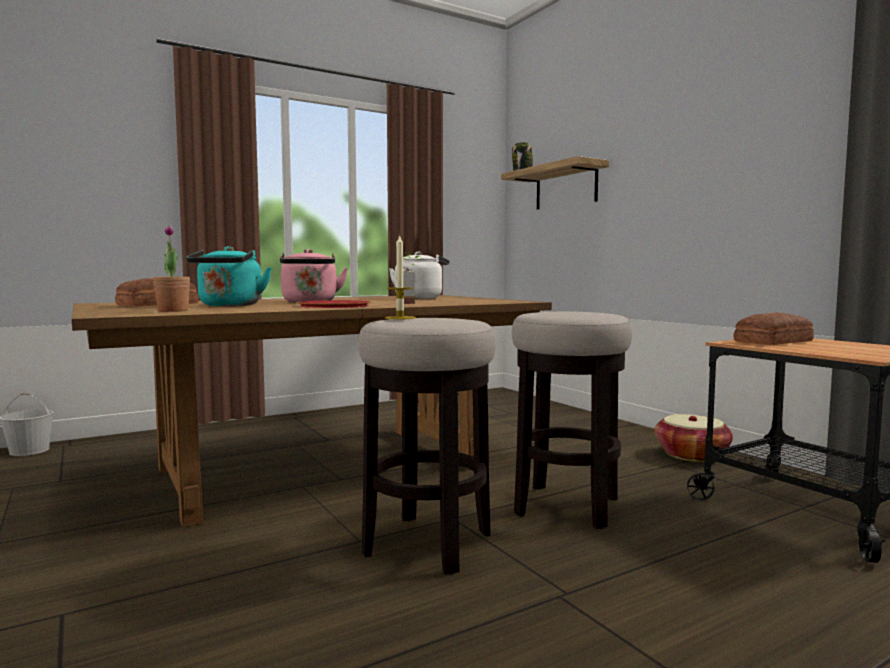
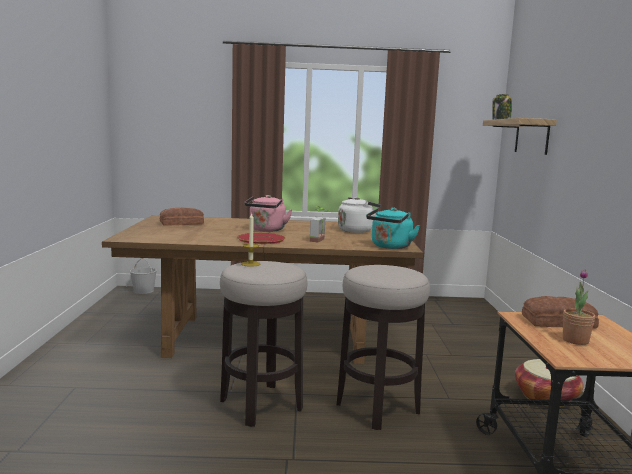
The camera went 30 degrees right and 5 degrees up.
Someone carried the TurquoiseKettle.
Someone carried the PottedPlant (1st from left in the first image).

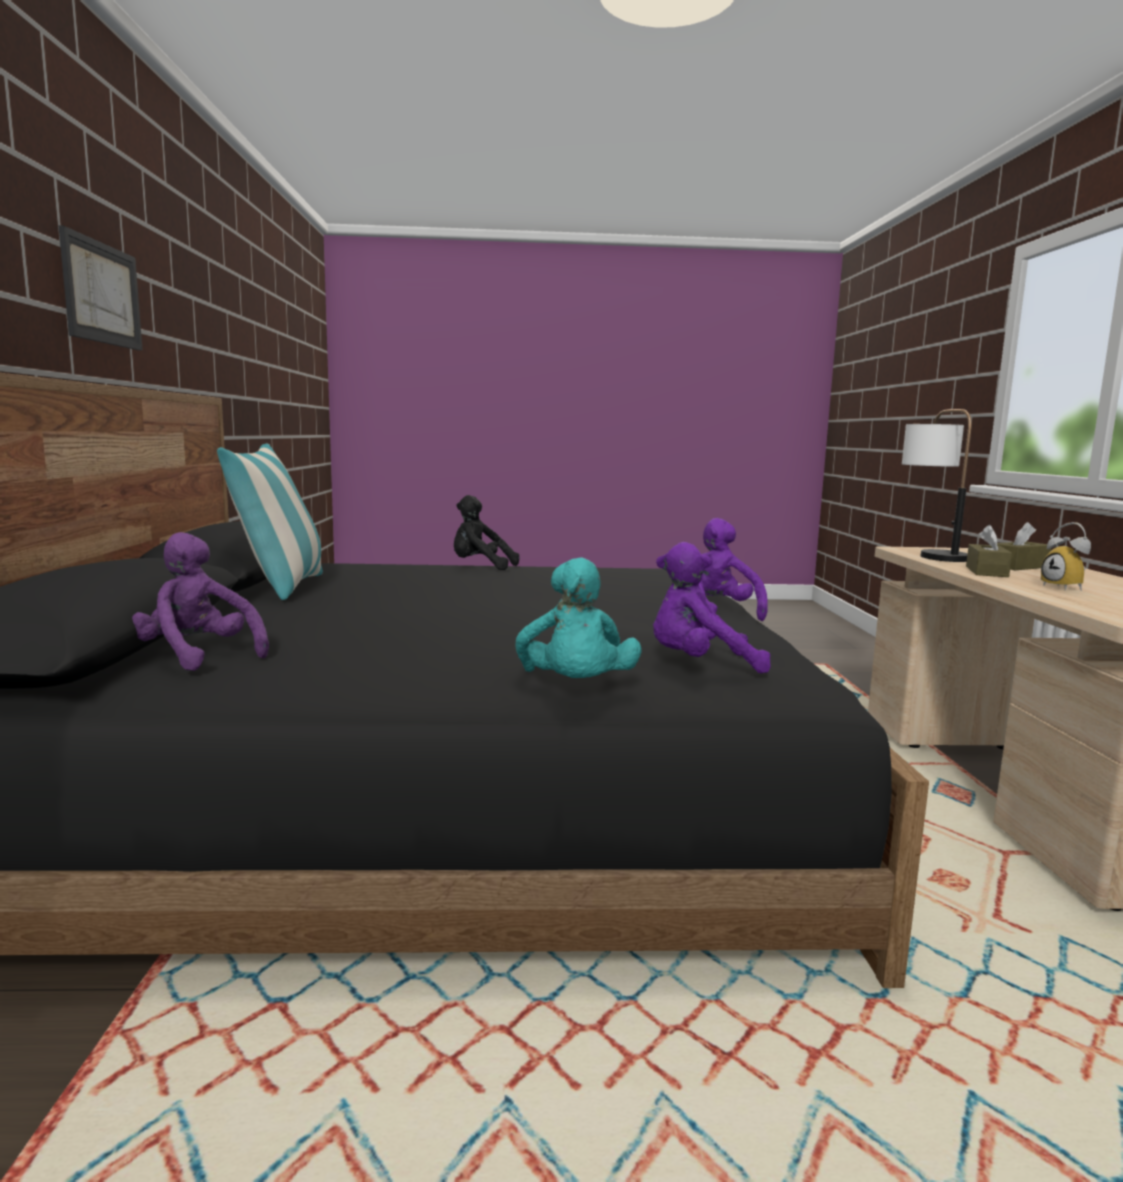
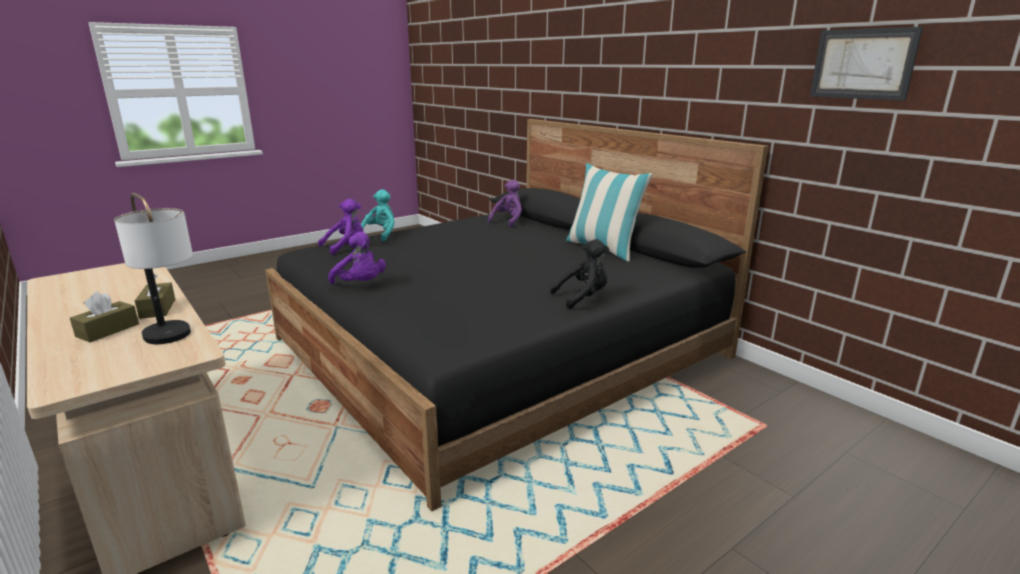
The camera went 145 degrees right and 10 degrees up.
Someone rotated the TurquoisePlushToy by 60 degrees clockwise.
Someone rotated the PurplePlushToy (1st from left in the first image) by 60 degrees counterclockwise.
Someone carried the Picture.
Someone took away the AlarmClock.

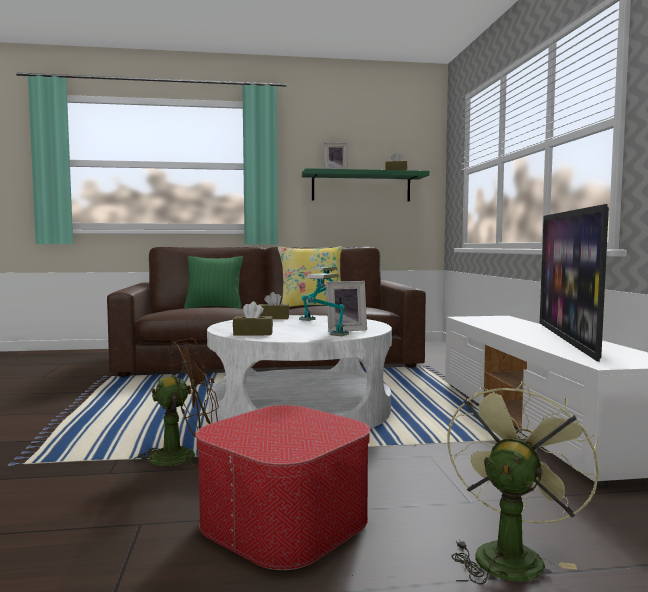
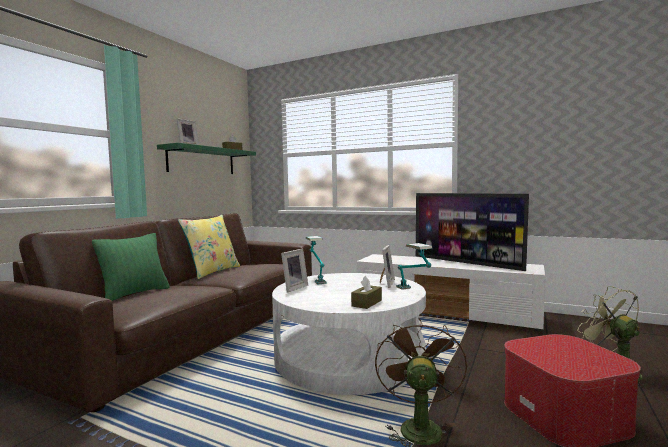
The camera went 55 degrees left and 0 degrees up.
Someone swapped the BrownTissueBox (2nd from left) for the PictureFrame (2nd from left).

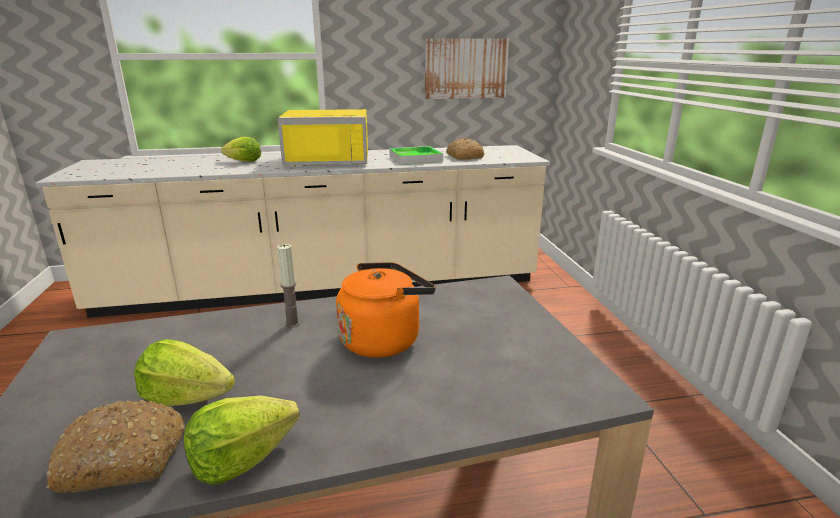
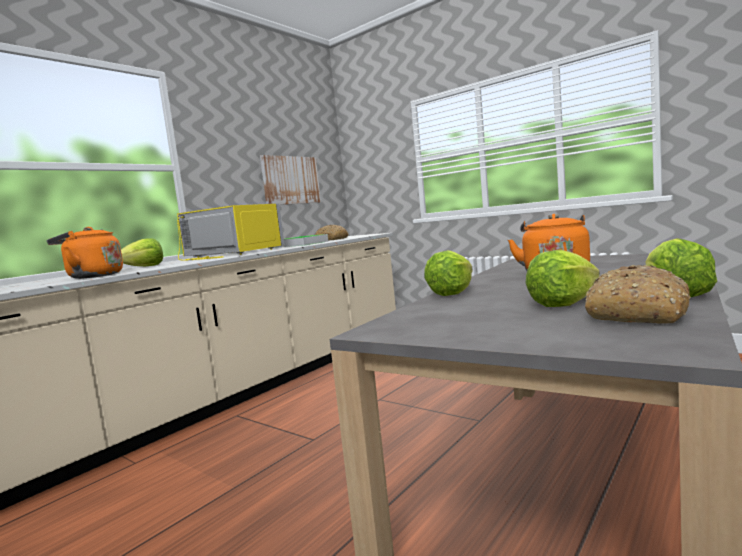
The camera went 40 degrees left and 15 degrees down.
Someone put down the OrangeKettle (1st from left).
Someone rotated the YellowMicrowave by 105 degrees counterclockwise.
Someone put down the Lettuce (2nd from left).
Someone took away the Candle.

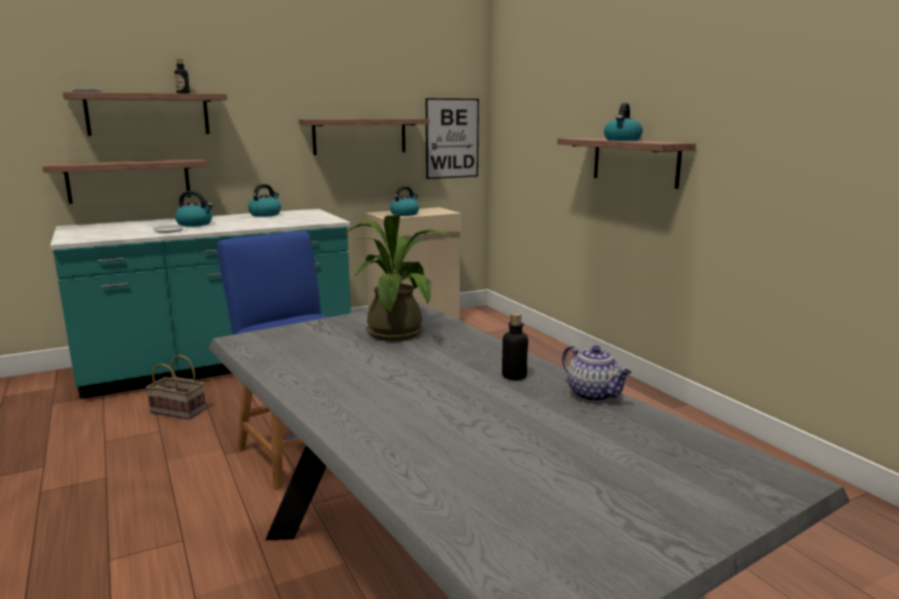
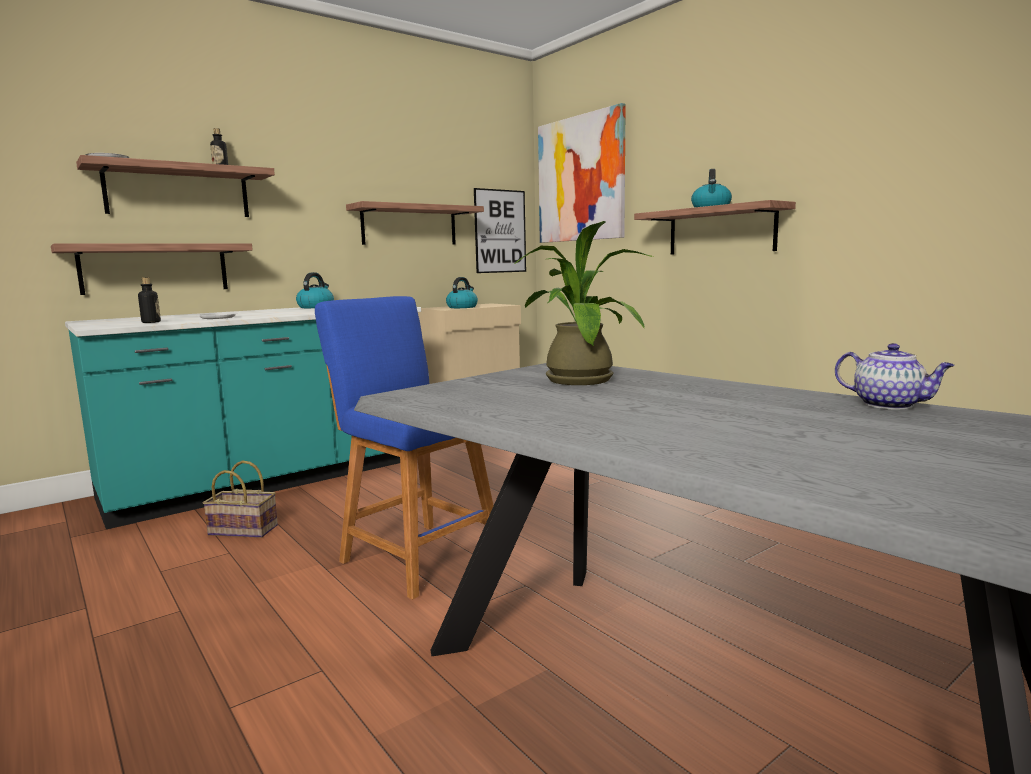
The camera went 10 degrees left and 5 degrees down.
Someone carried the Bottle (2nd from left in the first image).
Someone put up the Picture (2nd from left).
Someone took away the Kettle (1st from left).

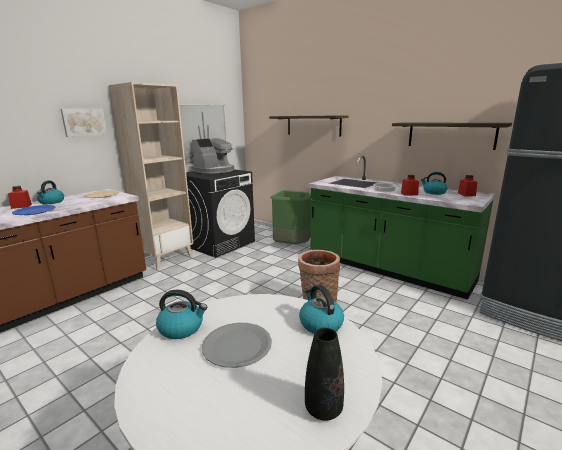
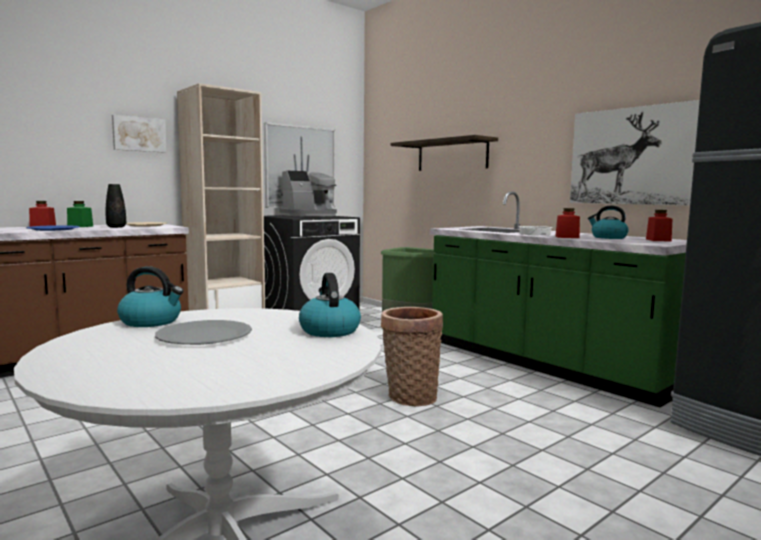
The camera went 10 degrees right and 10 degrees down.
Someone swapped the Kettle (1st from left) for the GreenJar.
Someone carried the BlackVase.
Someone swapped the Shelf (2nd from left) for the Picture (3rd from left).

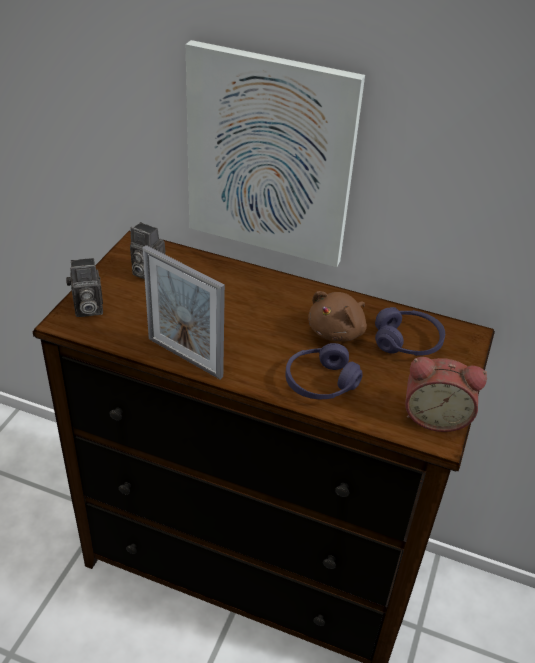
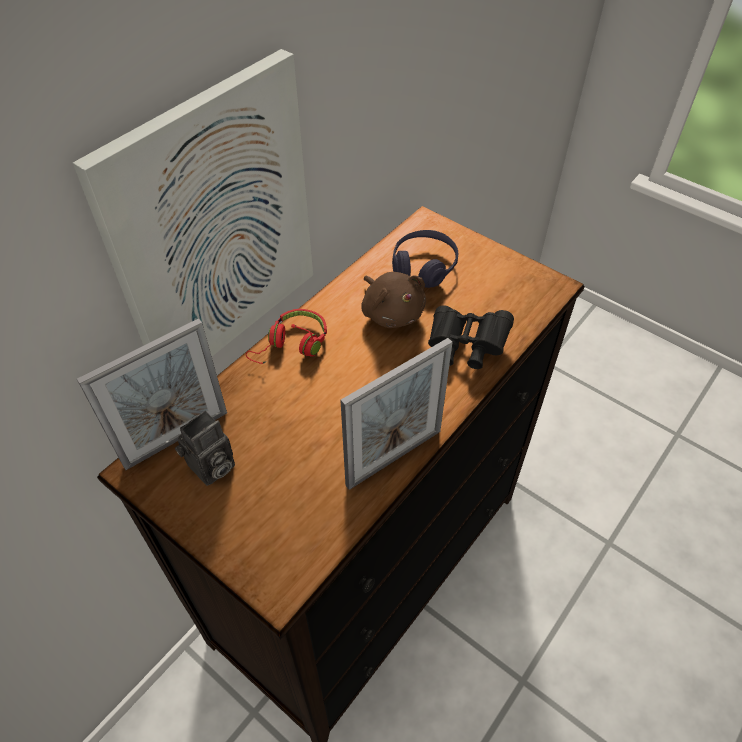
The camera went 70 degrees left and 10 degrees up.
Someone put down the PictureFrame (1st from left).
Someone put down the RedHeadphones.
Someone swapped the PurpleHeadphones (1st from left) for the BlackBinoculars.
Someone took away the PhotoCamera (1st from left).
Someone took away the AlarmClock.

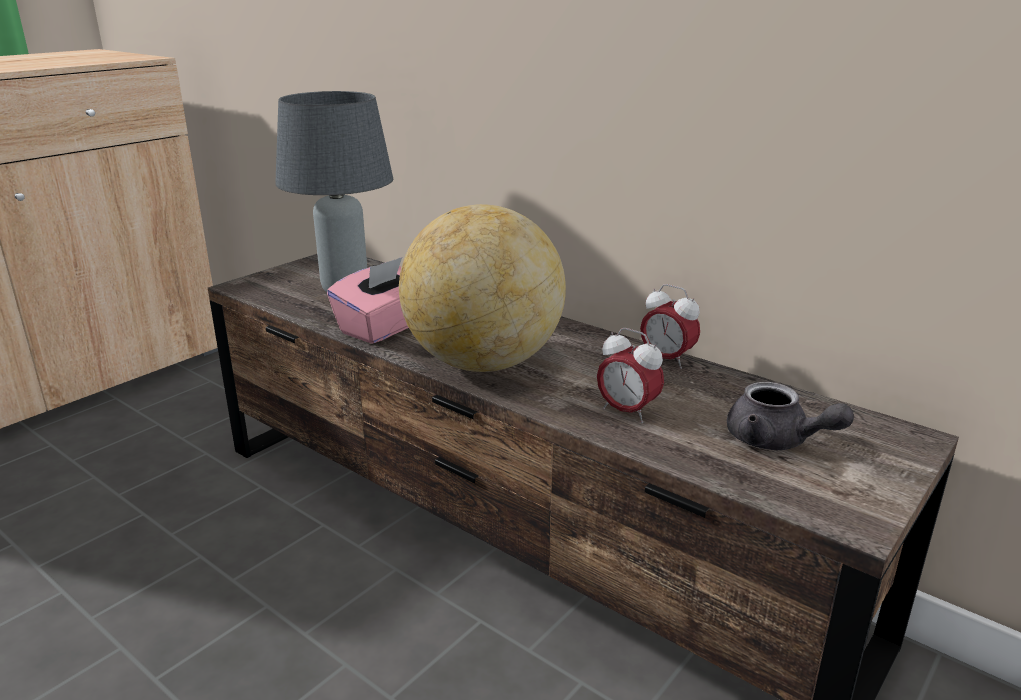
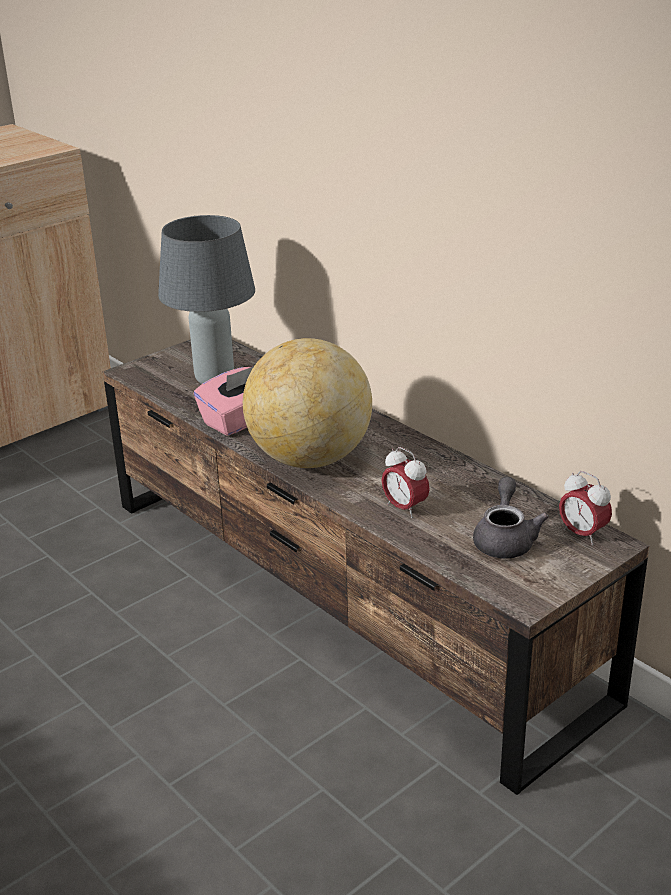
The camera went 10 degrees right and 5 degrees up.
Someone rotated the GreyTeapot by 135 degrees counterclockwise.
Someone carried the AlarmClock (2nd from left).

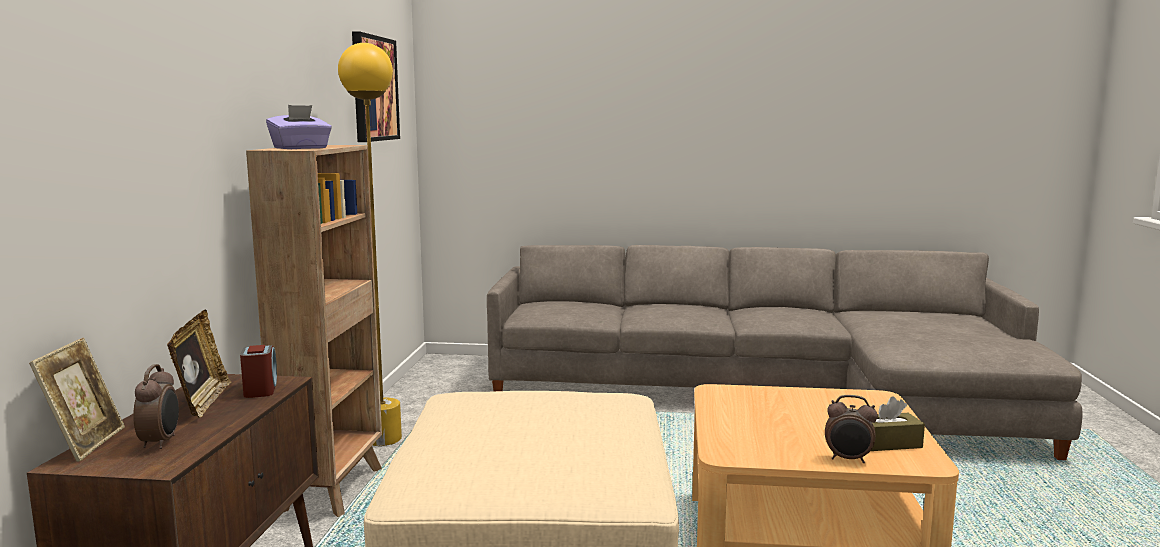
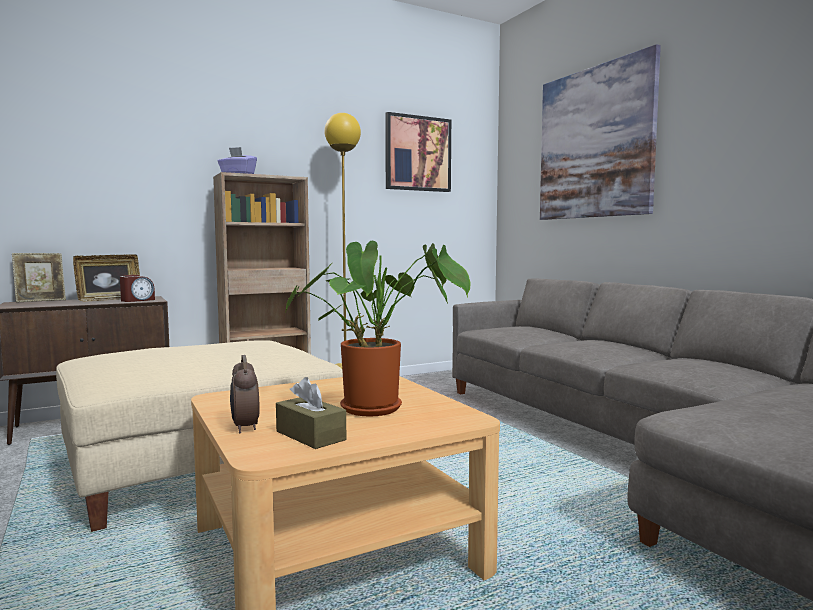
The camera went 55 degrees right and 5 degrees down.
Someone put down the PottedPlant.
Someone put up the Picture (2nd from left).
Someone took away the AlarmClock (1st from left).

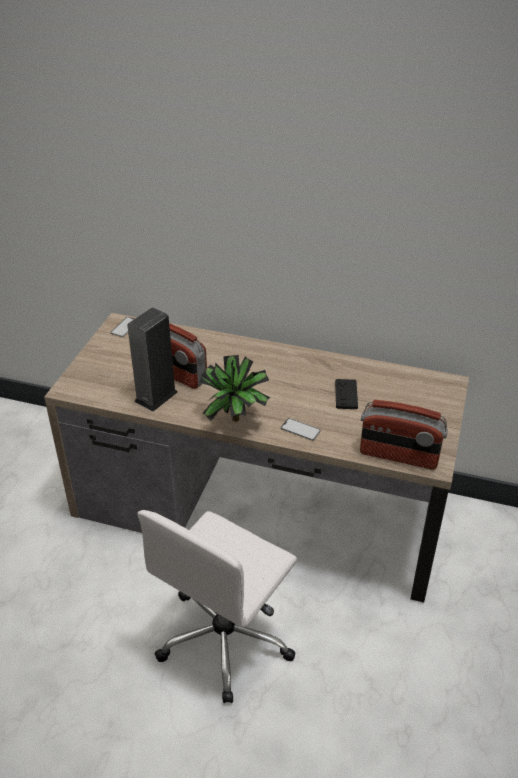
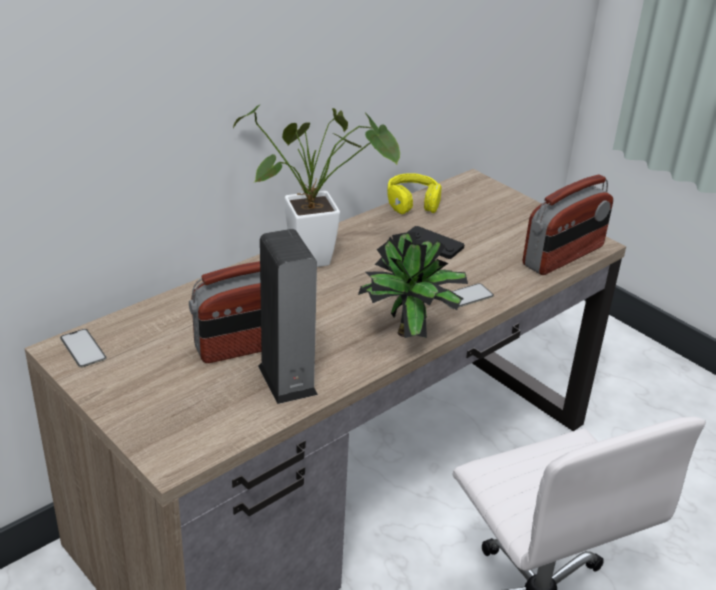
The camera went 60 degrees left and 5 degrees down.
Someone put down the PottedPlant (1st from left).
Someone put down the YellowHeadphones.

